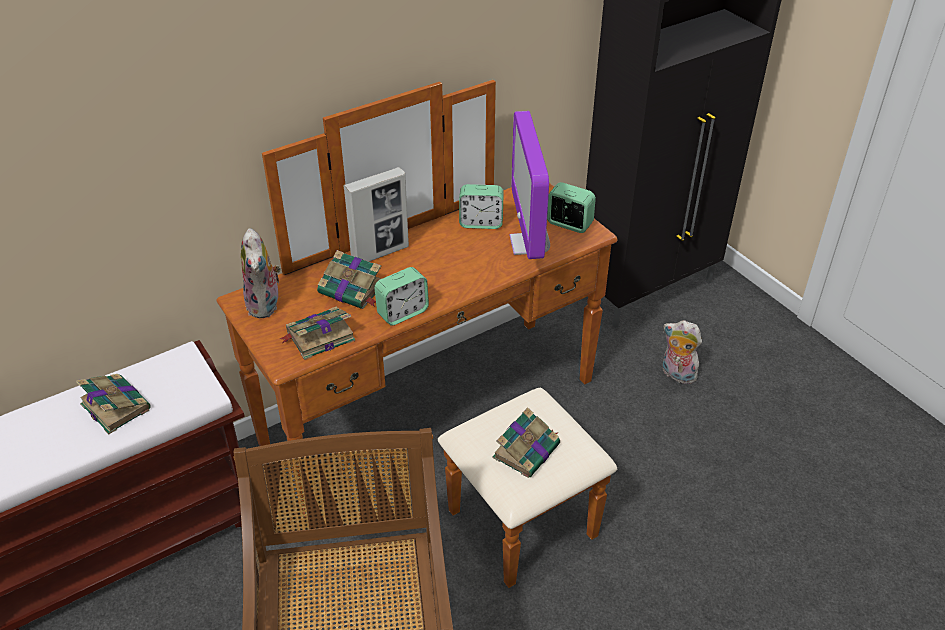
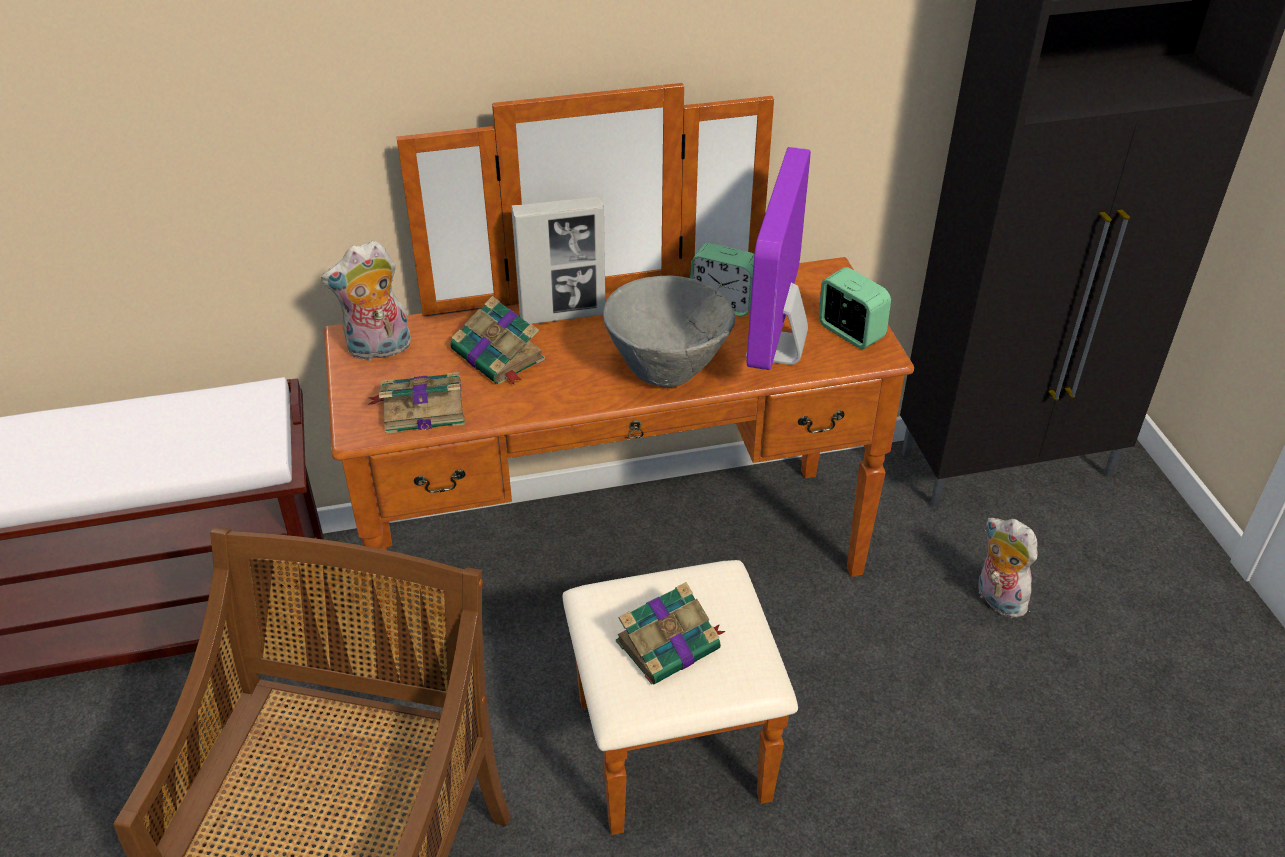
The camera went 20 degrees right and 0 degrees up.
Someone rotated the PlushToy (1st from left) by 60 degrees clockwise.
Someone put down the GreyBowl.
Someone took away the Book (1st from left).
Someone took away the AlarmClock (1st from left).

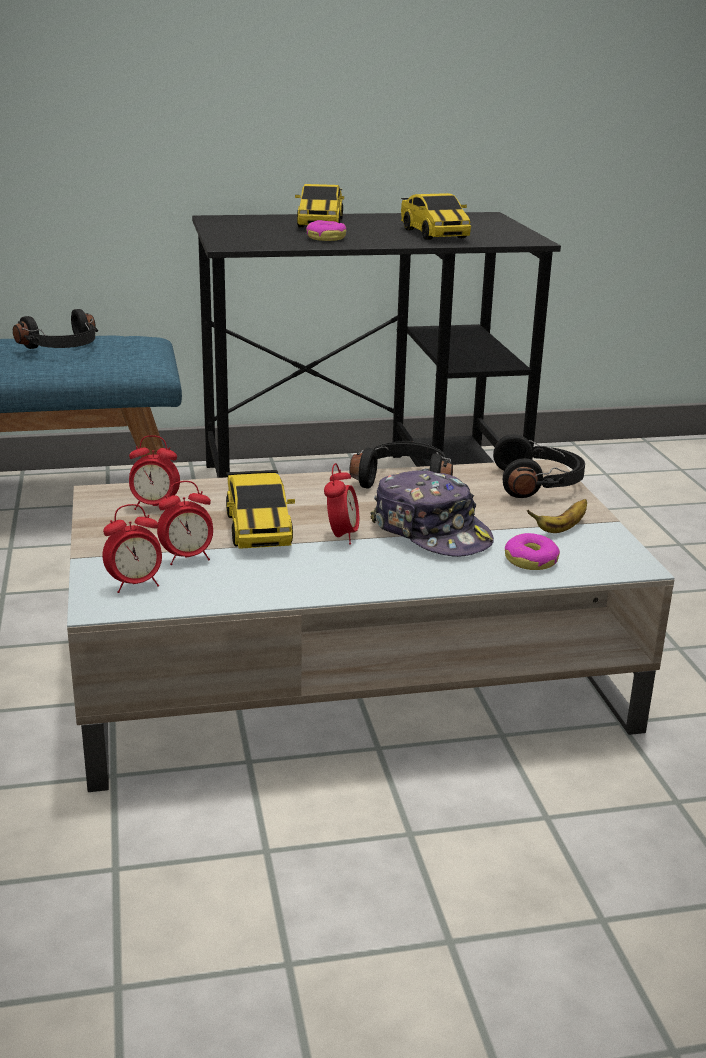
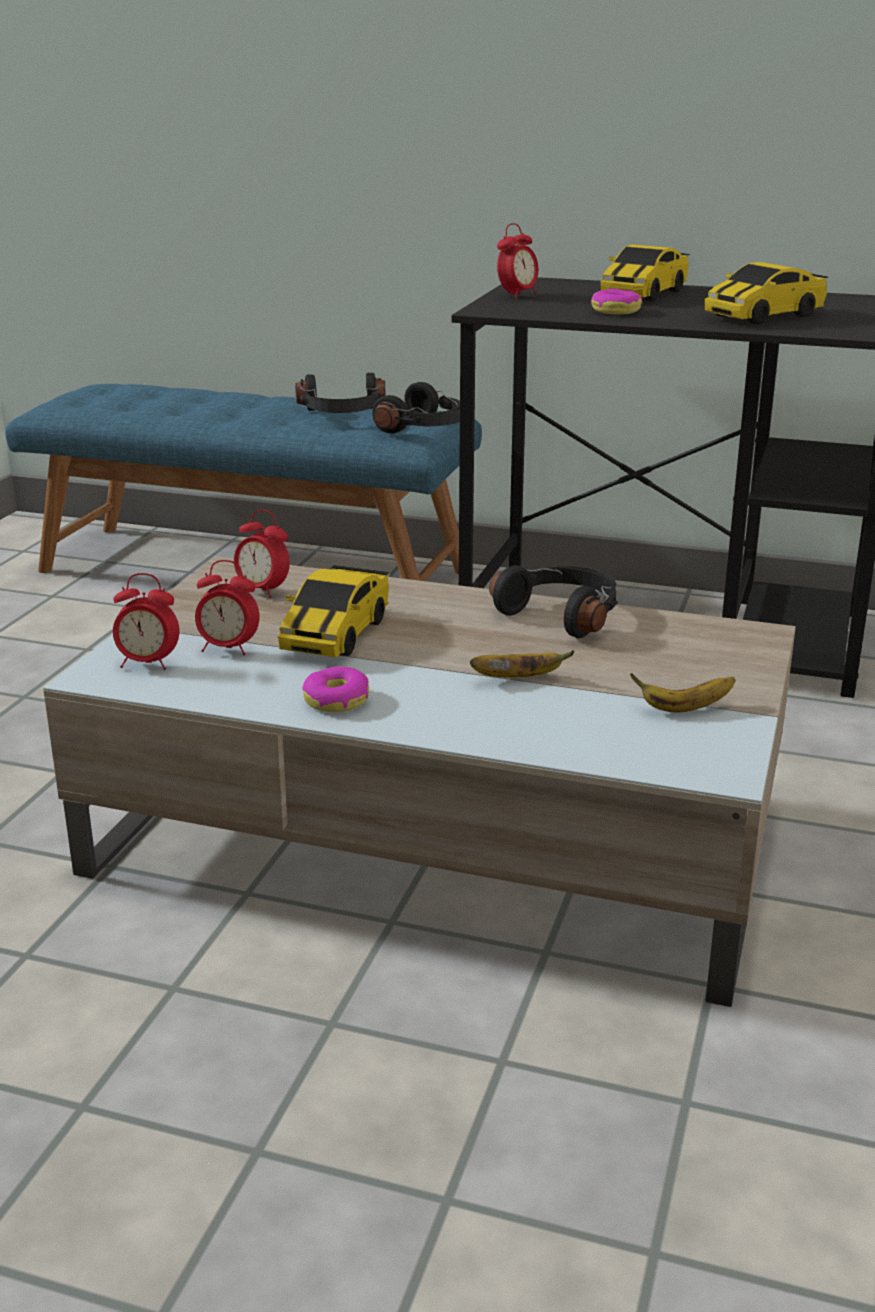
The camera went 30 degrees right and 0 degrees up.
Someone carried the Donut (2nd from left in the first image).
Someone carried the BlackHeadphones (3rd from left in the first image).
Someone swapped the Cap for the Banana (1st from left).
Someone carried the AlarmClock (4th from left).
Someone rotated the ToyCar (3rd from left) by 45 degrees clockwise.

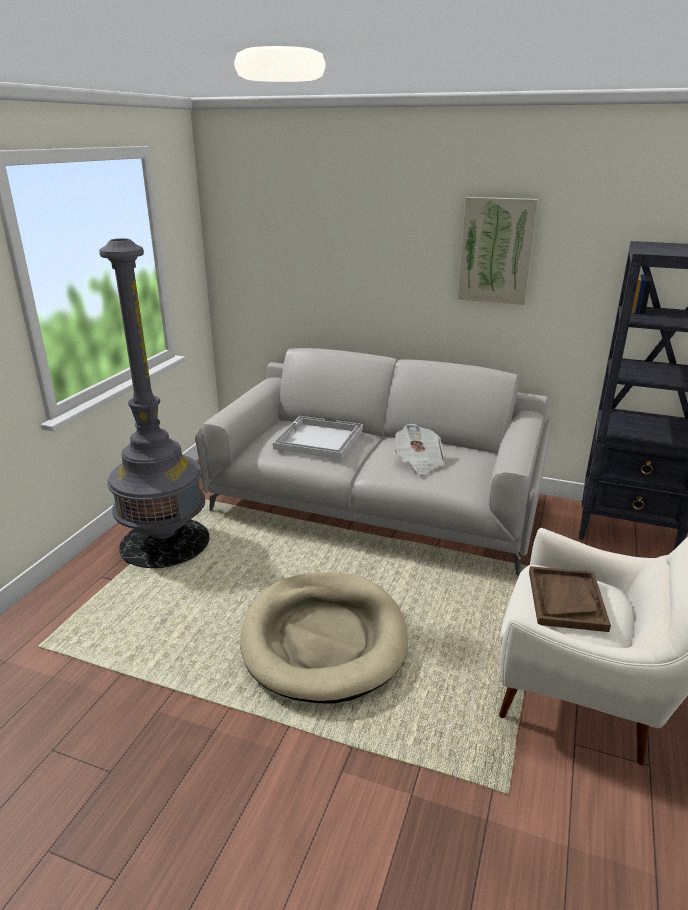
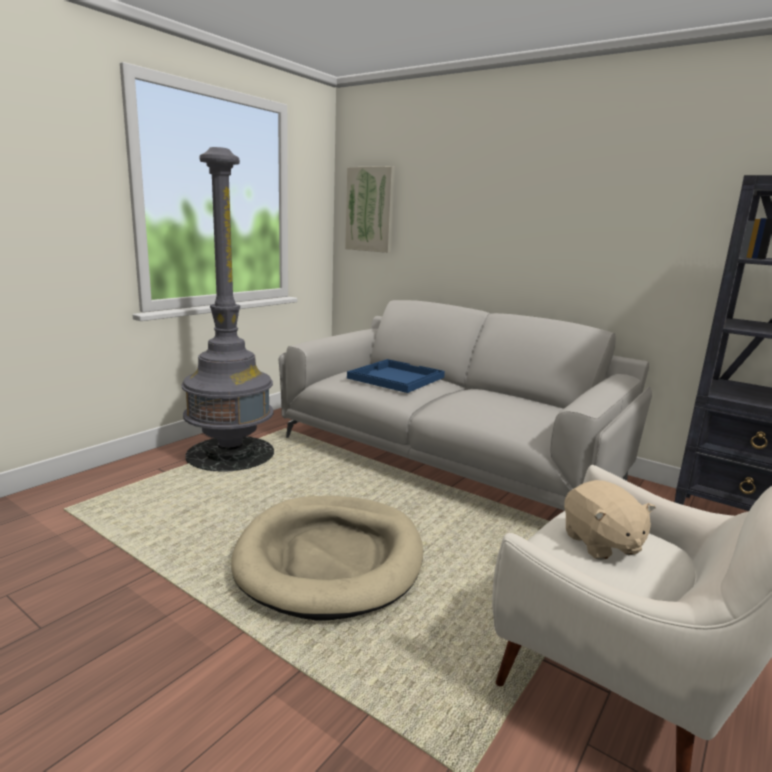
The camera went 15 degrees right and 10 degrees down.
Someone carried the Picture.
Someone repainted the WhiteTray, which became the BlueTray.
Someone swapped the BrownTray for the BeigePlushToy.
Someone took away the Newspaper.

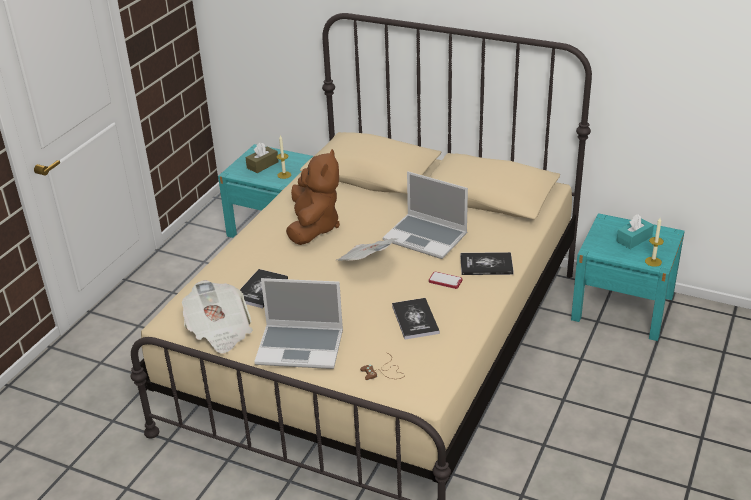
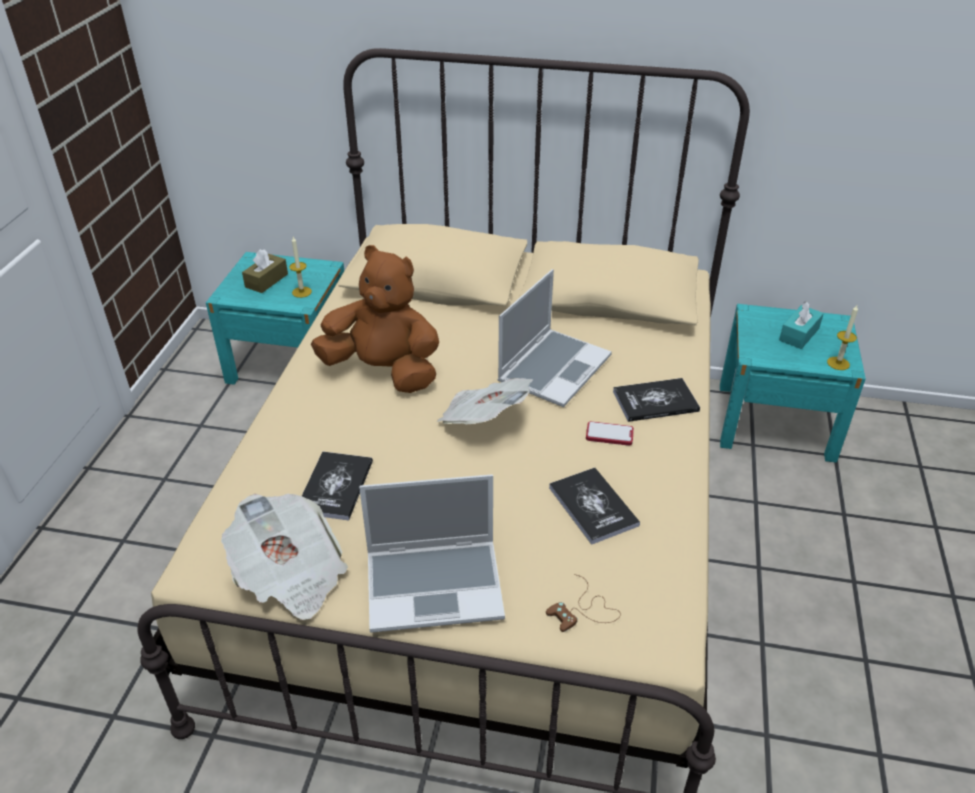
The camera went 15 degrees left and 5 degrees up.
Someone rotated the BrownPlushToy by 60 degrees counterclockwise.
Someone rotated the Laptop (2nd from left) by 75 degrees counterclockwise.

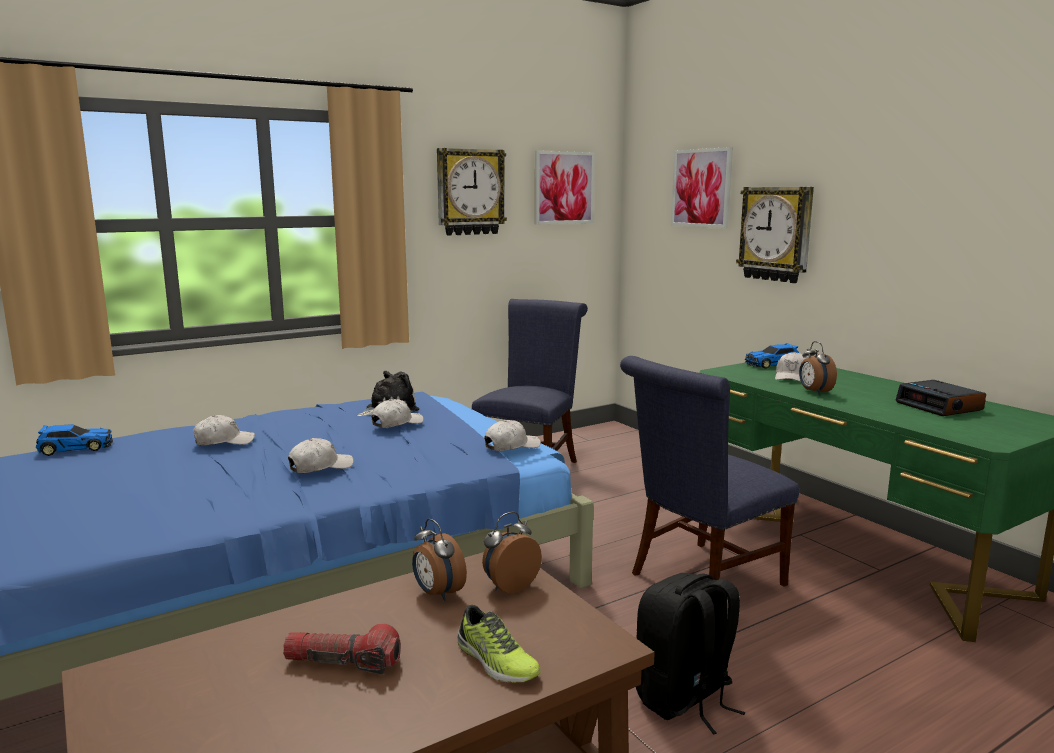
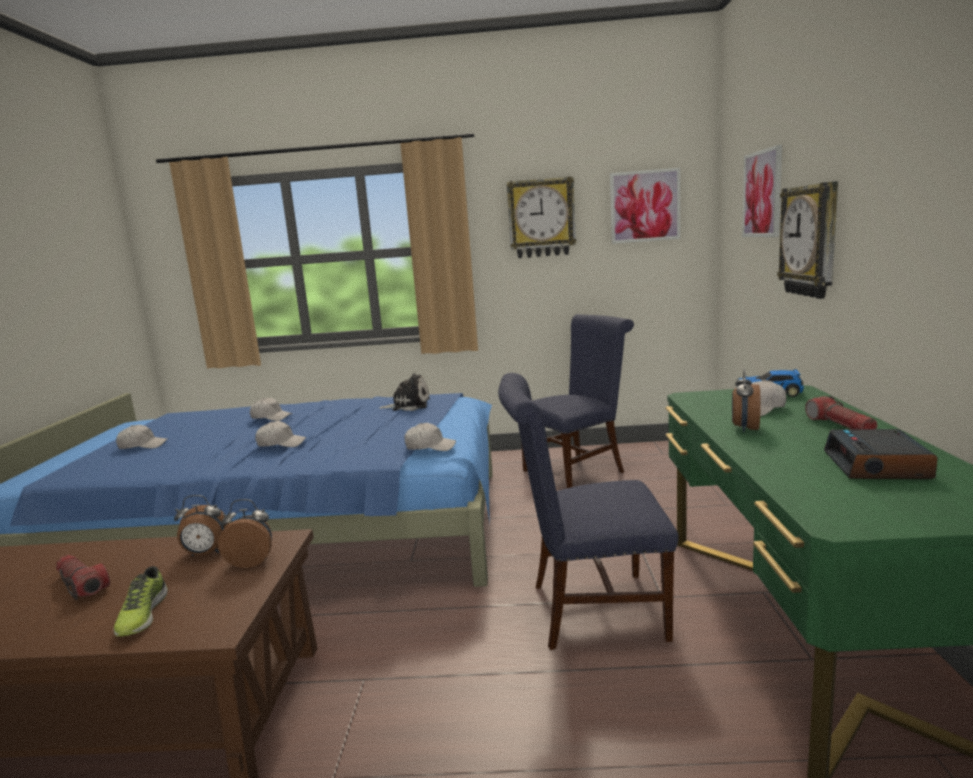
The camera went 35 degrees right and 0 degrees up.
Someone carried the WhiteCap (3rd from left in the first image).
Someone rotated the AlarmClock (1st from left) by 90 degrees counterclockwise.
Someone put down the Flashlight (2nd from left).
Someone took away the ToyCar (1st from left).
Someone took away the BlackBackpack.

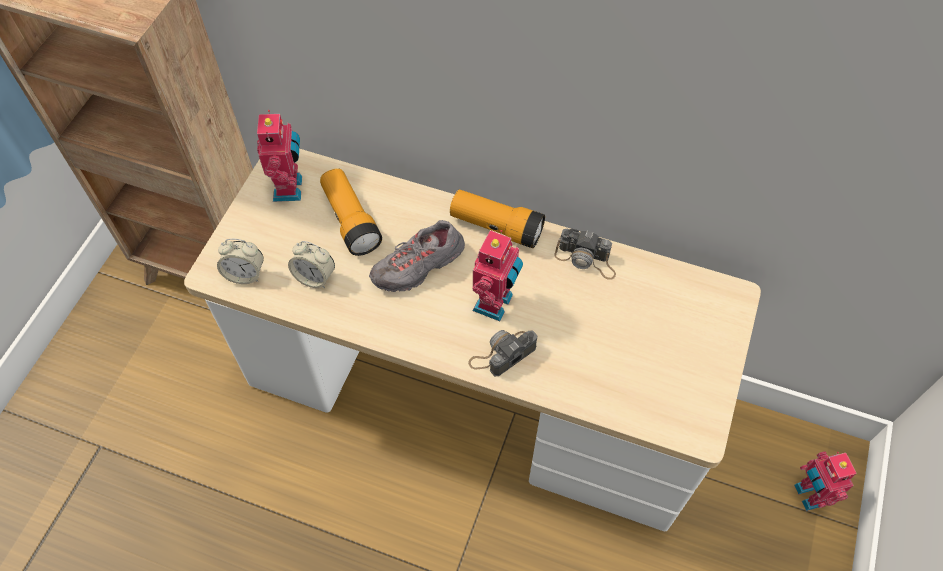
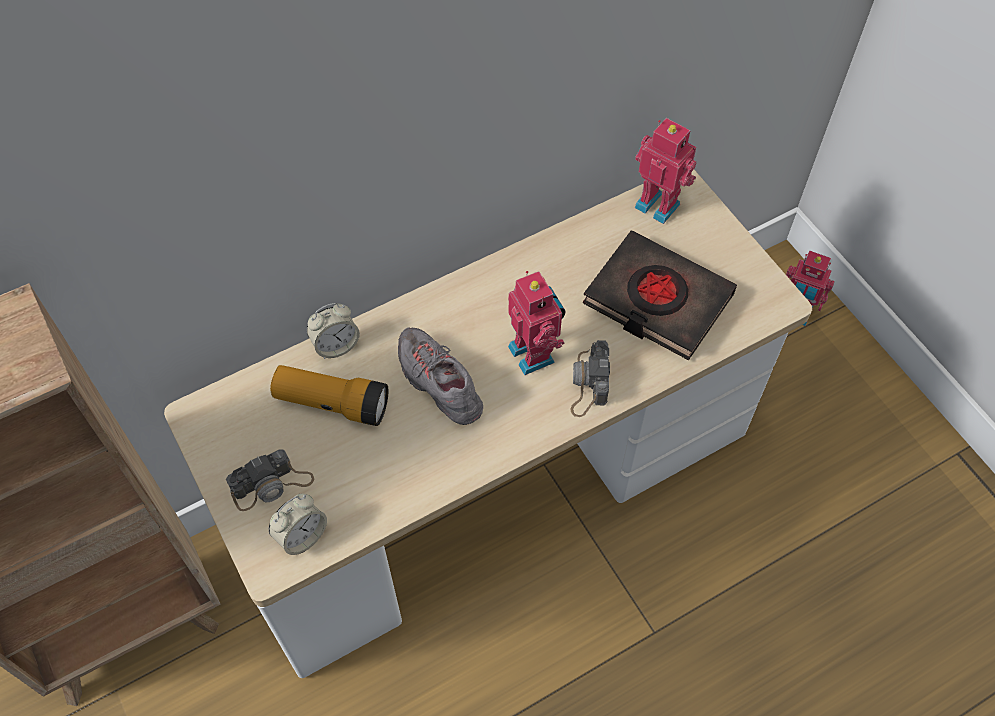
The camera went 50 degrees left and 0 degrees up.
Someone carried the PhotoCamera (2nd from left in the first image).
Someone carried the AlarmClock (2nd from left).
Someone rotated the GreyShoe by 135 degrees clockwise.
Someone put down the BlackBook.
Someone carried the ToyRobot (1st from left in the first image).
Someone took away the Flashlight (2nd from left).

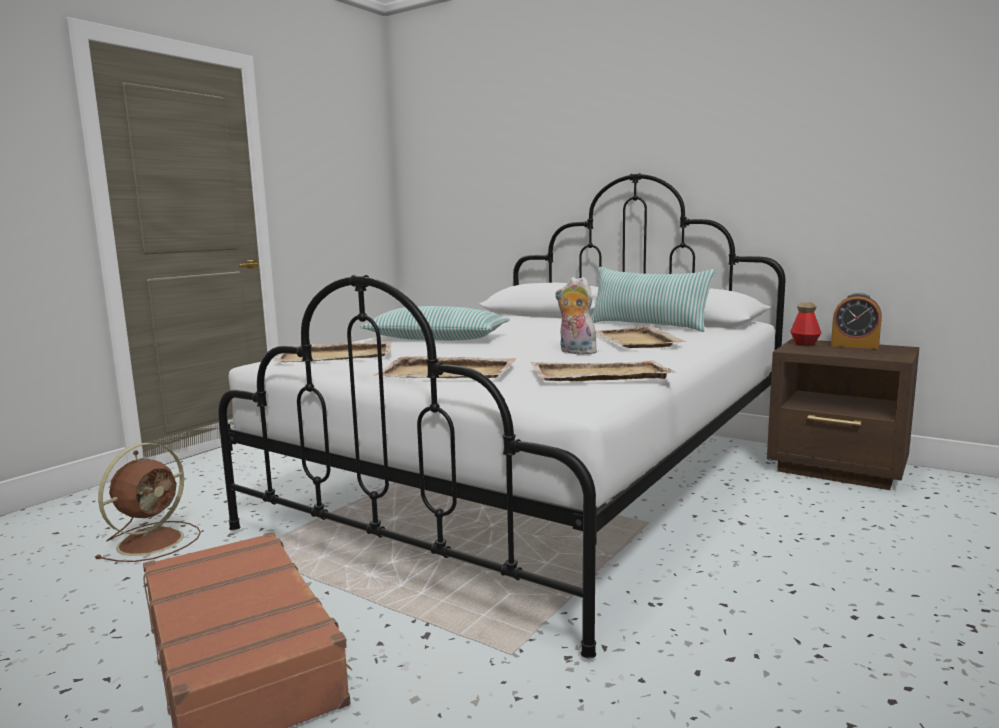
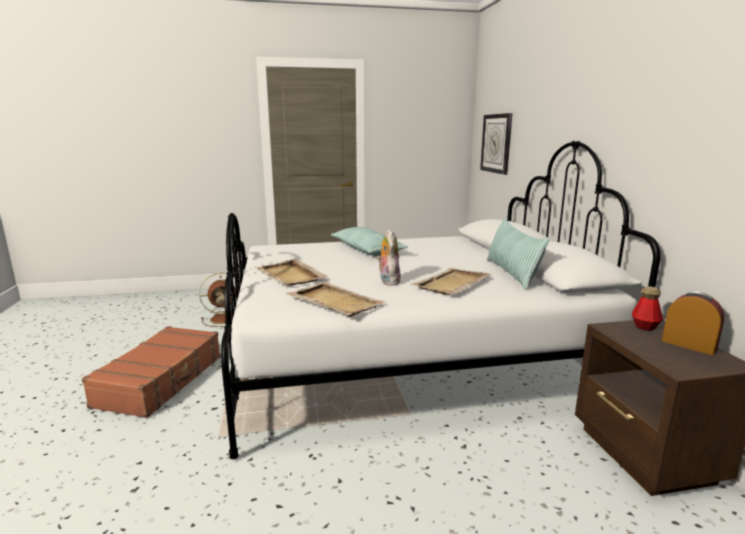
The camera went 45 degrees right and 5 degrees up.
Someone put up the WallClock.
Someone rotated the AlarmClock by 150 degrees clockwise.
Someone took away the BeigeTray (1st from left).

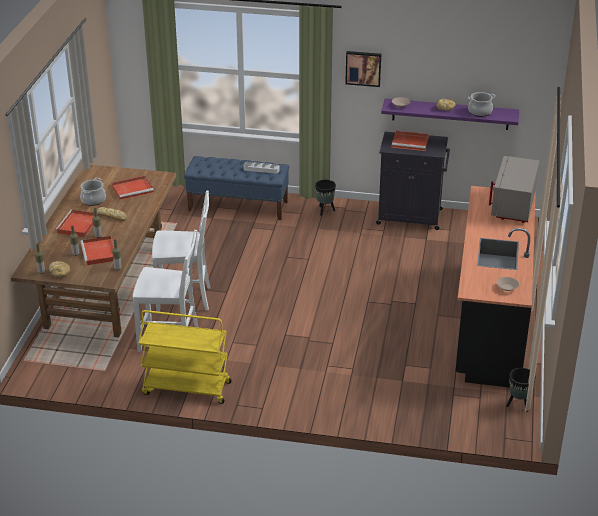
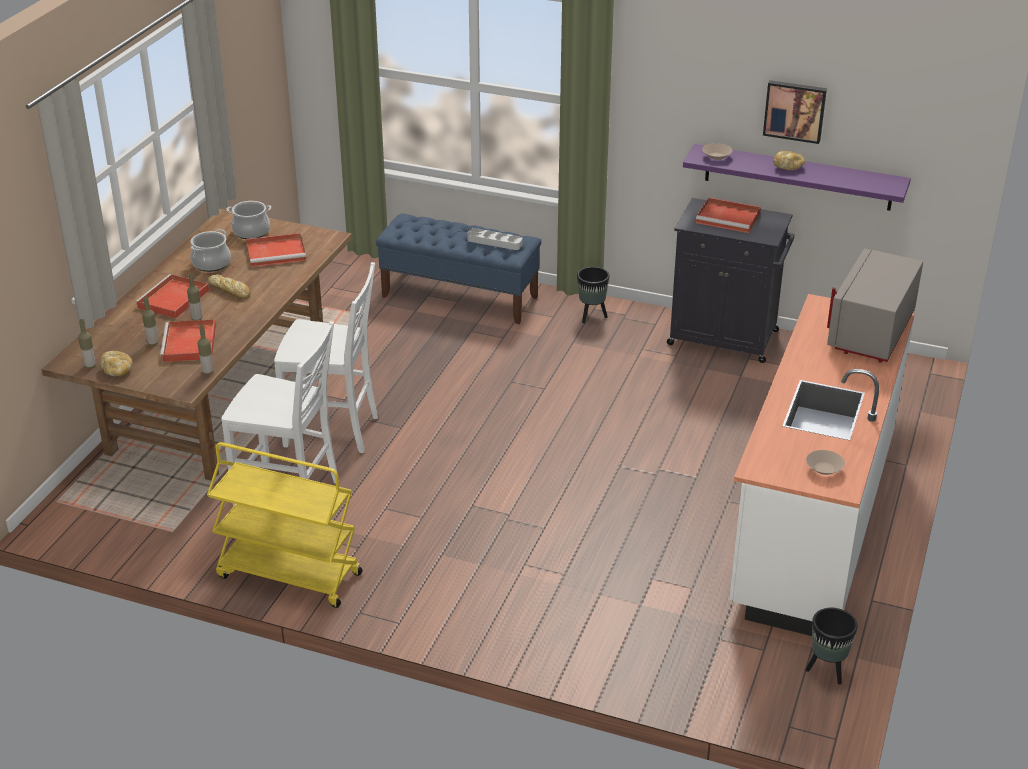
The camera went 10 degrees right and 0 degrees up.
Someone carried the CookingPot (2nd from left).
Someone repainted the BlackCounter, which became the WhiteCounter.
Someone carried the Picture.

